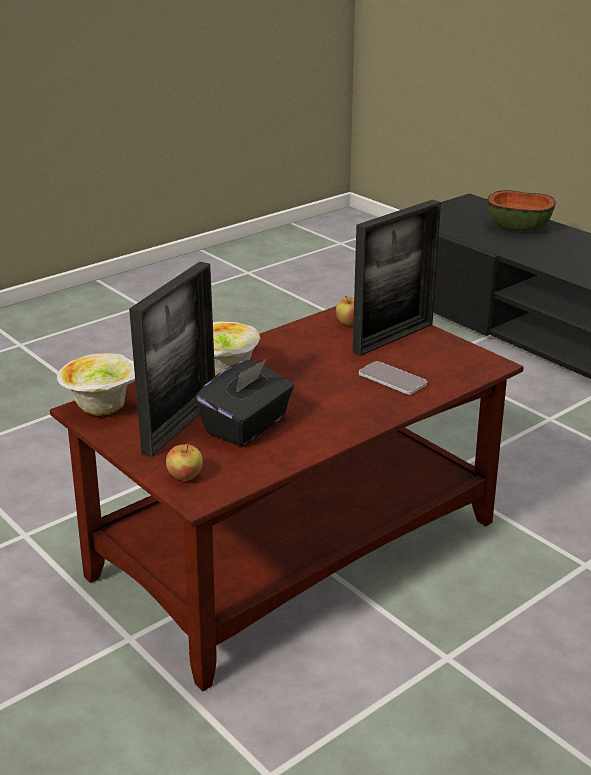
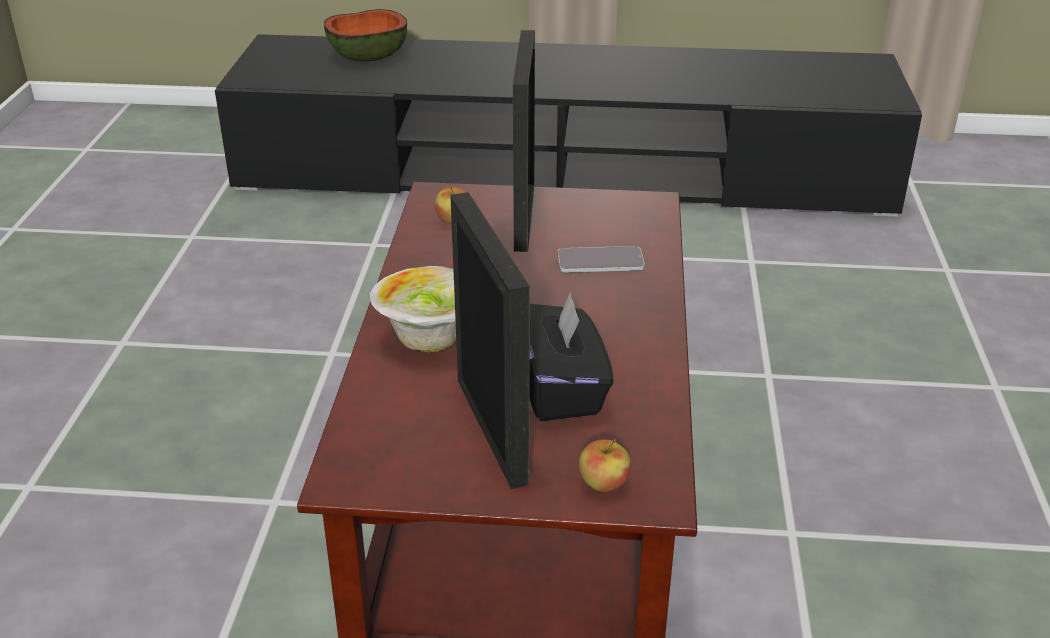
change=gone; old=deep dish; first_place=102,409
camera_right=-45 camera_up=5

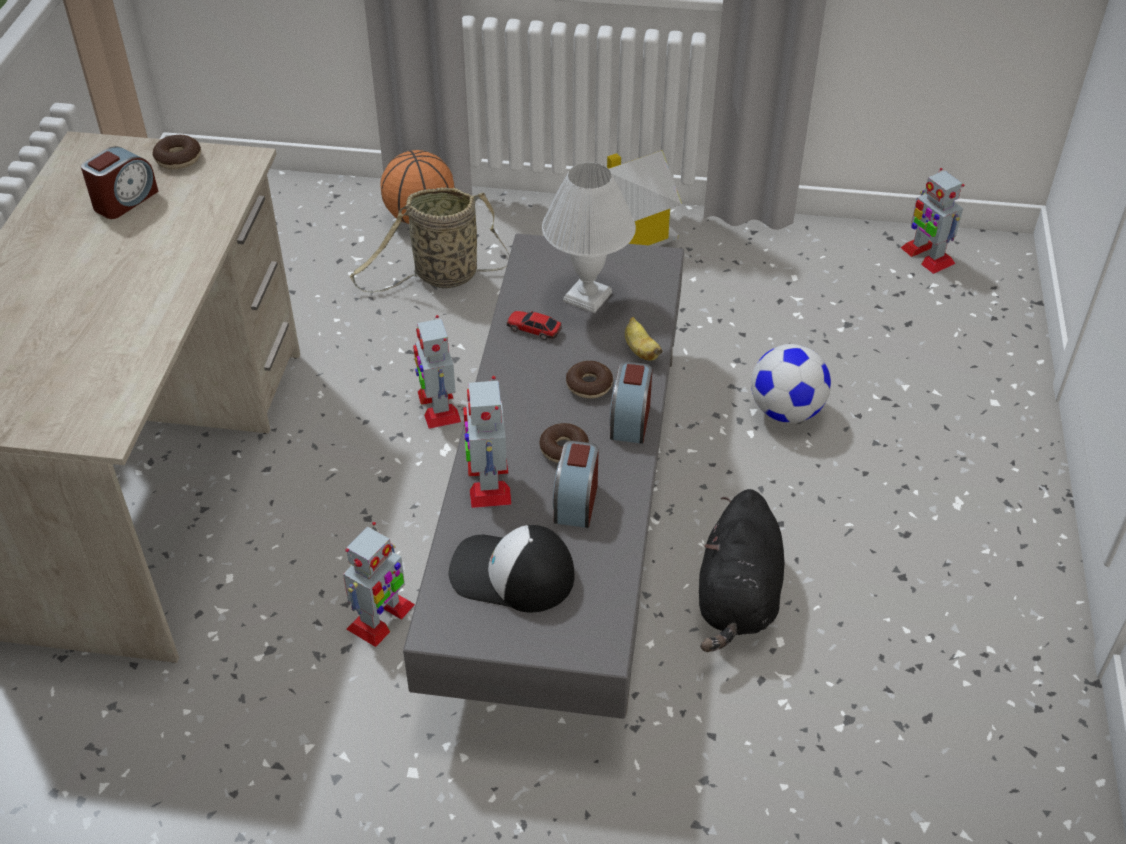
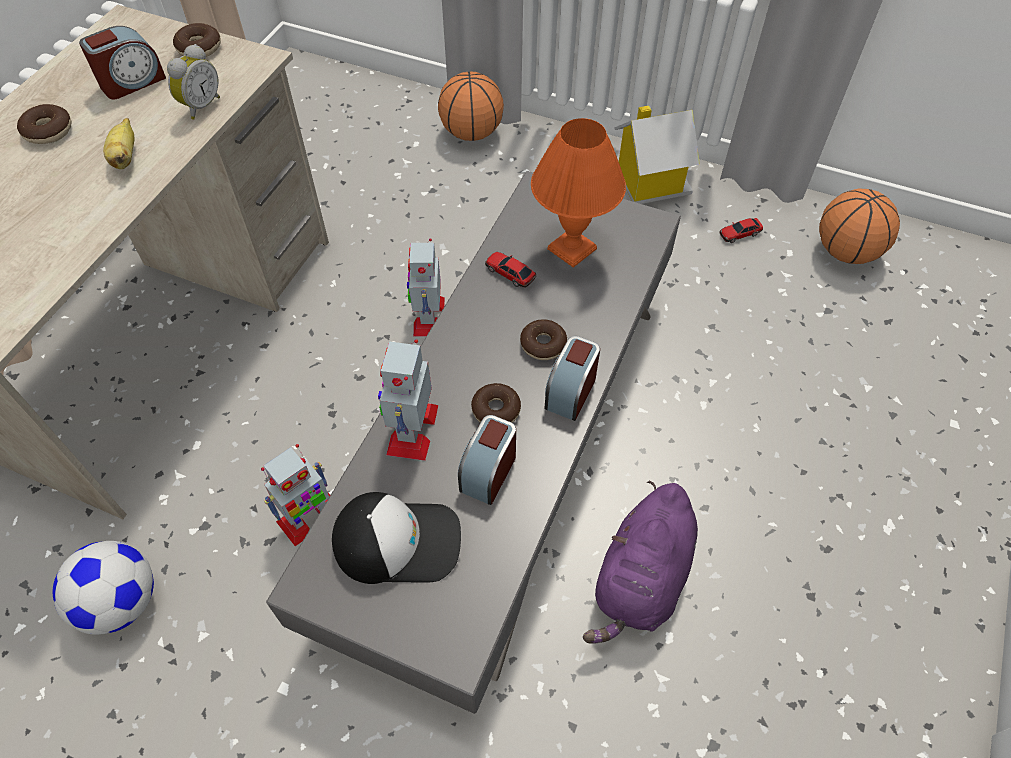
change=gone; old=storage basket; first_place=442,276
change=rotated; old=peaked cap; first_place=511,574; second_place=398,540; degrees=150
change=repainted; old=white lamp for a table; new=orangey lamp for a table; first_place=587,296; second_place=572,248
change=shifted; old=whole banana; first_place=640,350; second_place=125,157
change=repainted; old=black cuddly toy; new=purple-coloured cuddly toy; first_place=738,599; second_place=641,580
change=shifted; old=football; first_place=785,411; second_place=121,602
change=gone; old=model robot; first_place=926,255
change=new; new=doughnut; second_place=48,131
change=new; new=alarm clock; second_place=200,106
change=new; new=model car; second_place=740,233
change=new; new=basketball ball; second_place=846,252
camera_right=15 camera_up=10

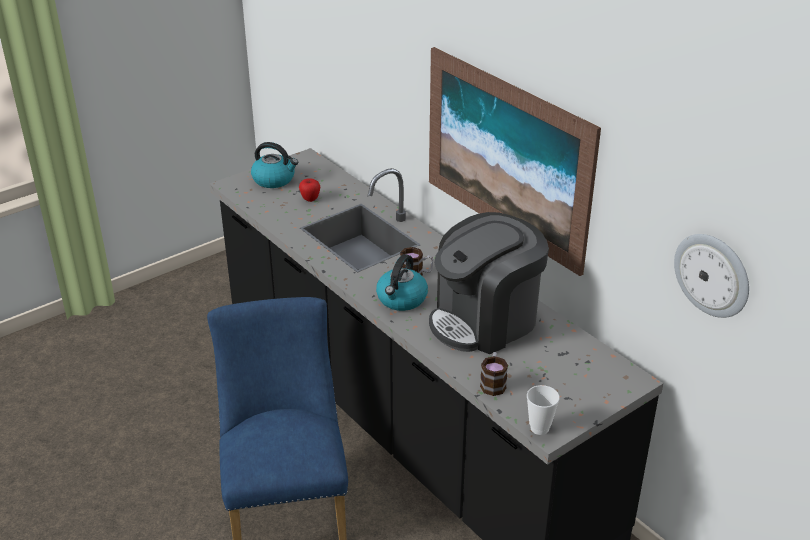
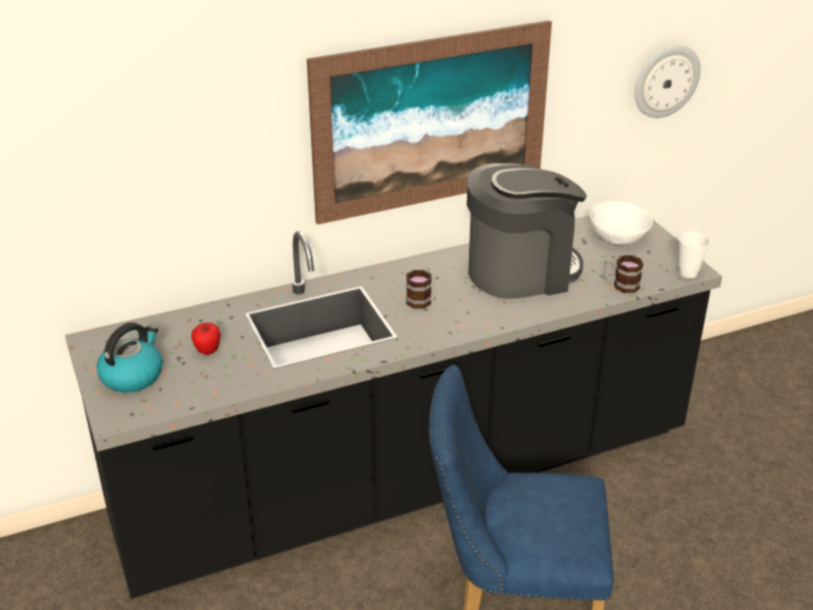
change=gone; old=kettle; first_place=401,299
change=rotated; old=coffee maker; first_place=485,321; second_place=521,271; degrees=-90
change=new; new=white deep dish; second_place=618,237
camera_right=-75 camera_up=0

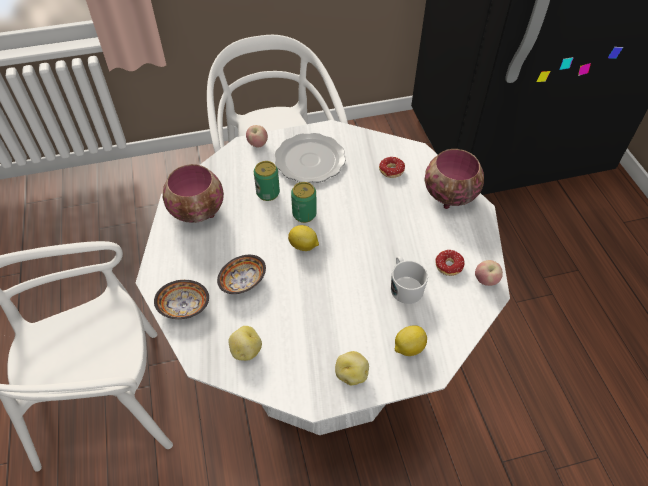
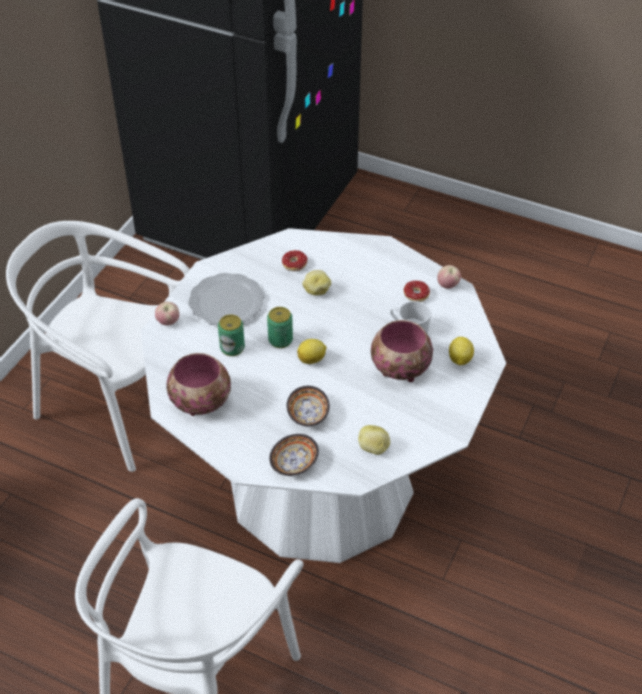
change=shifted; old=potato; first_place=351,374; second_place=316,291
change=shifted; old=deep dish; first_place=448,195; second_place=399,369
camera_right=-50 camera_up=-5

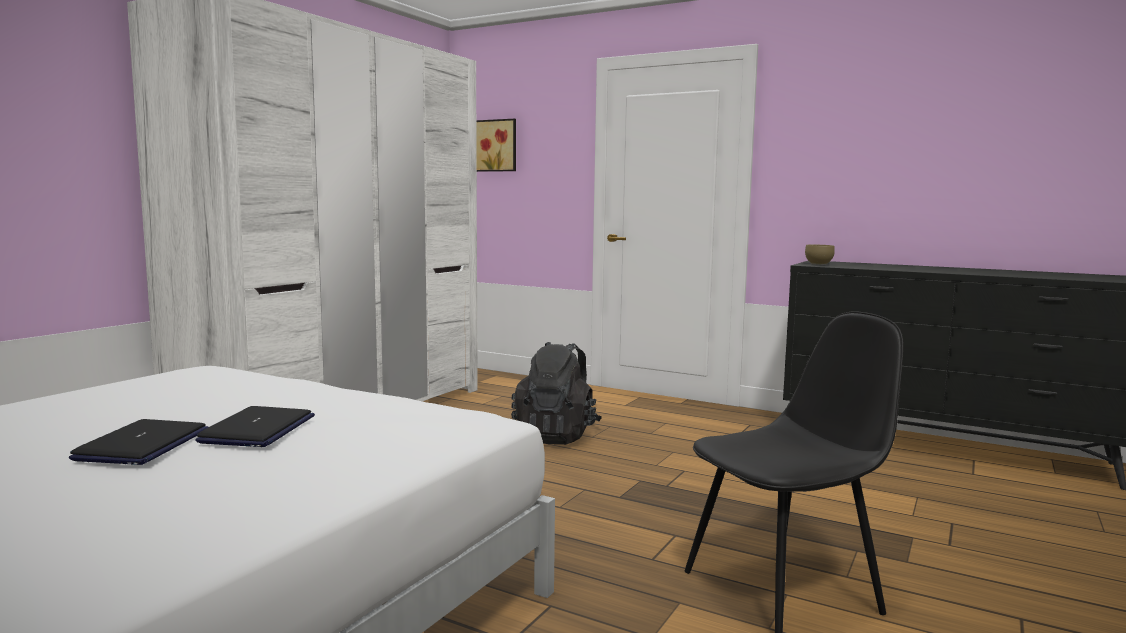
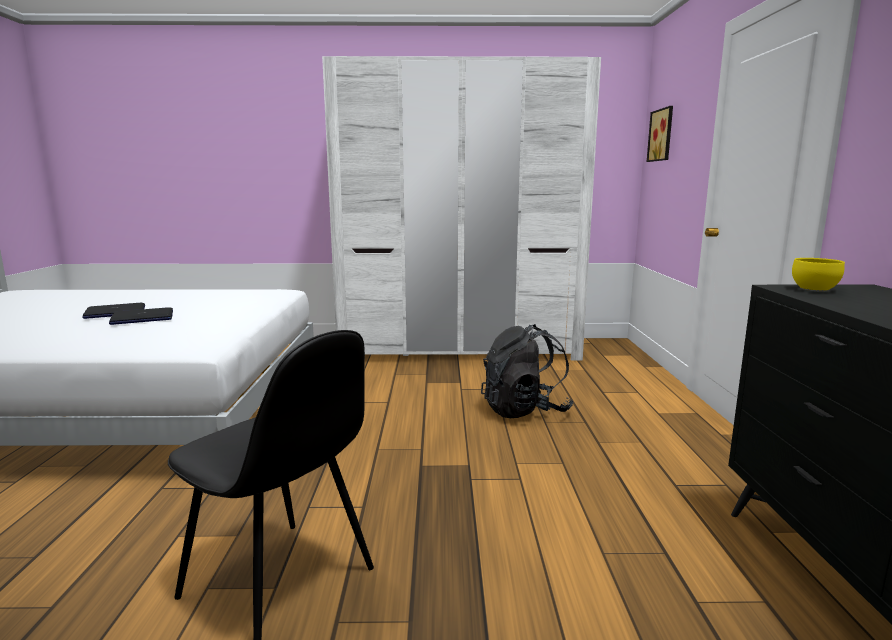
change=repainted; old=brownish deep dish; new=yellowish deep dish; first_place=819,264; second_place=815,290
camera_right=60 camera_up=5

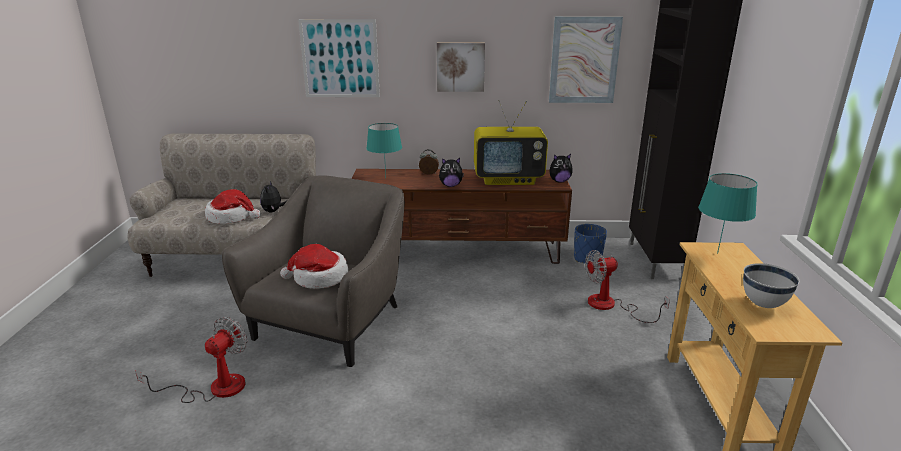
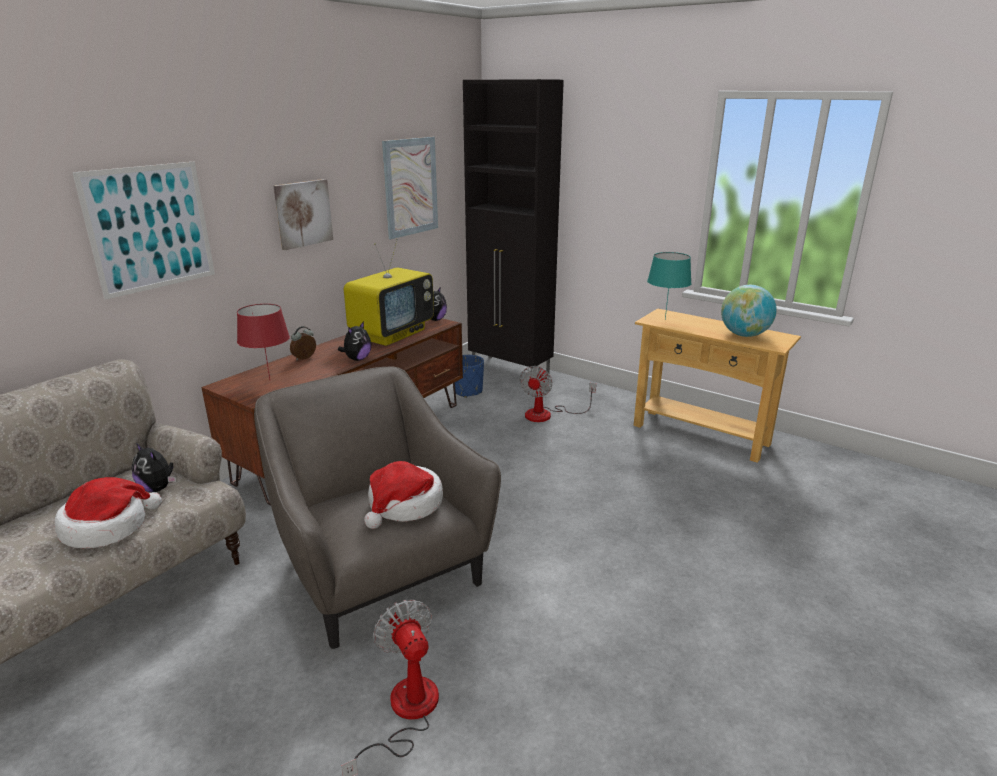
change=repainted; old=blue-green lamp for a table; new=reddish lamp for a table; first_place=385,178; second_place=270,381
change=swapped; old=white deep dish; new=globe; first_place=763,304; second_place=744,335
camera_right=-55 camera_up=0

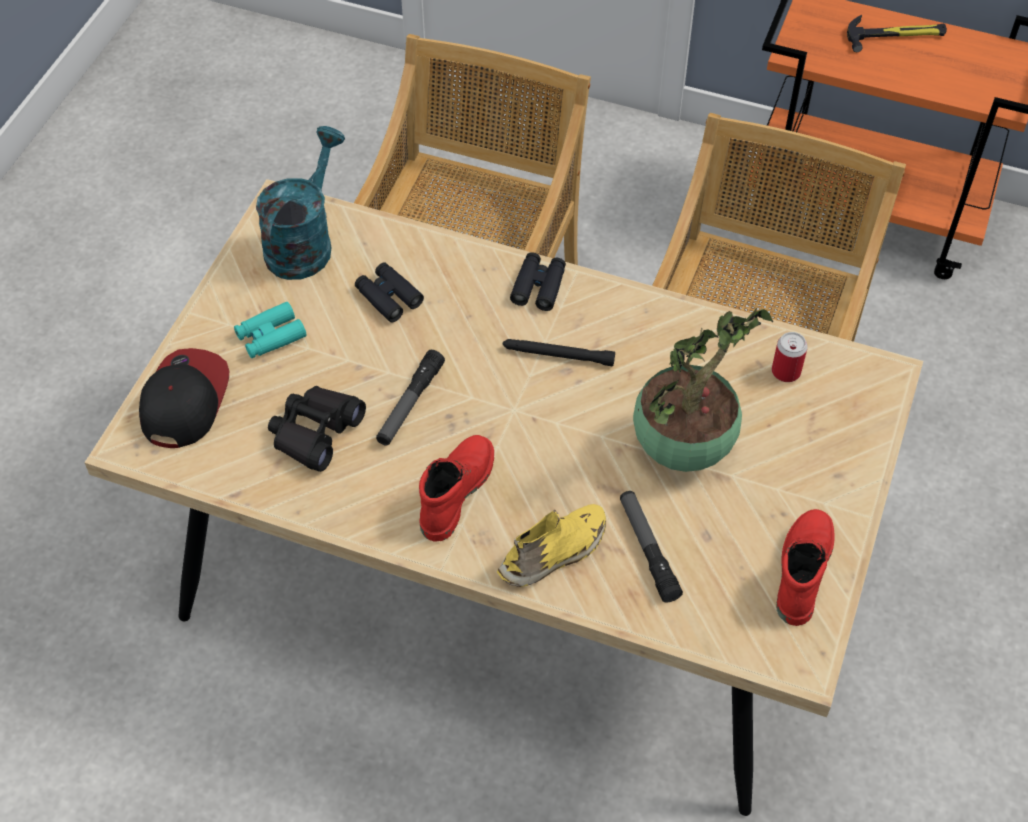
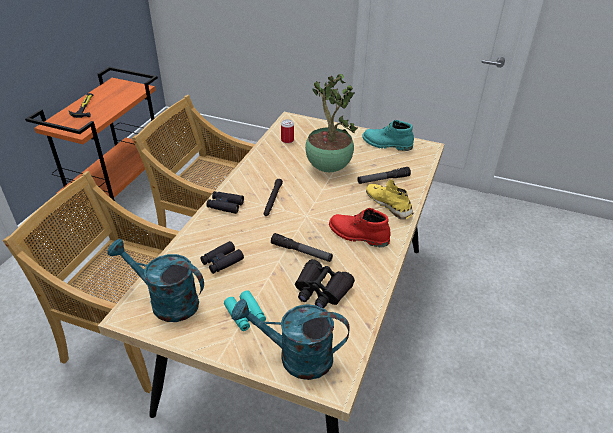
change=swapped; old=peaked cap; new=blue-green watering can; first_place=184,400; second_place=296,357
change=repainted; old=reddish high-top boot; new=blue-green high-top boot; first_place=800,570; second_place=386,144
camera_right=-90 camera_up=-15

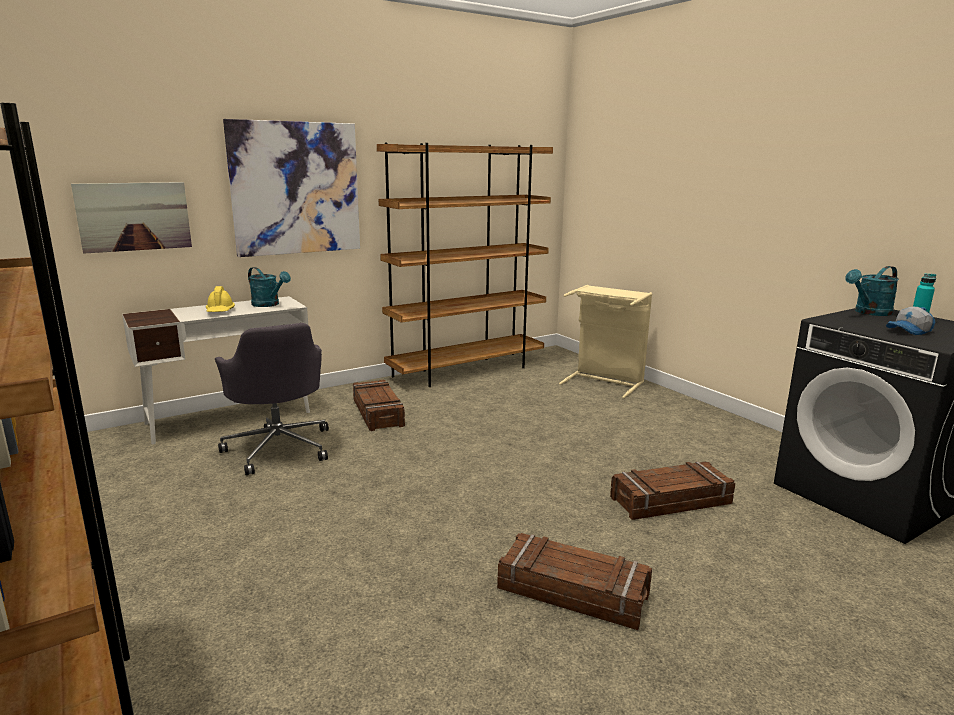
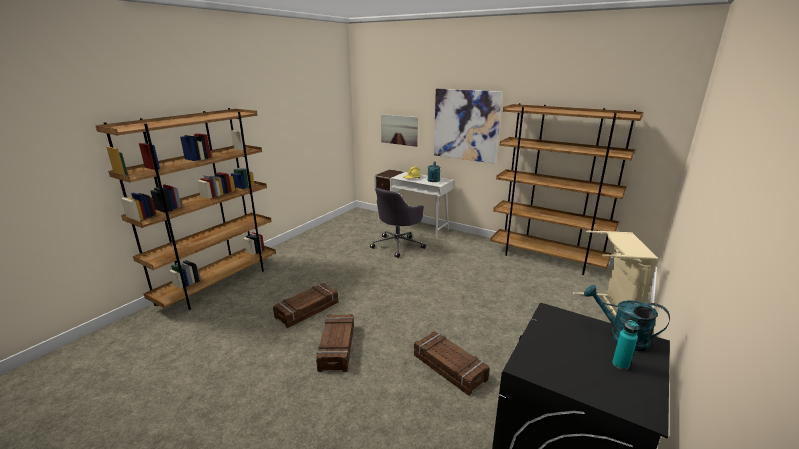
change=shifted; old=packing crate; first_place=378,412; second_place=307,310
change=gone; old=peaked cap; first_place=909,331
camera_right=65 camera_up=5

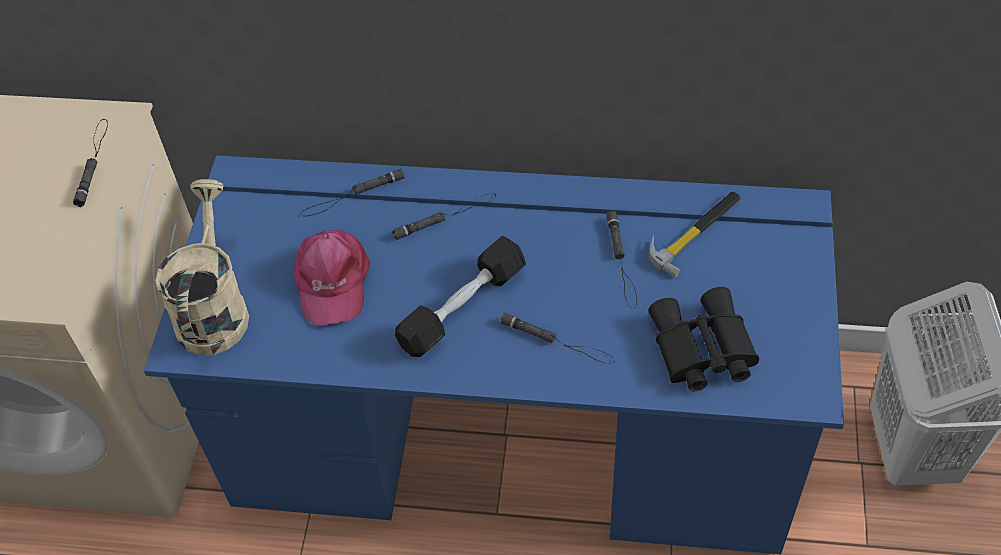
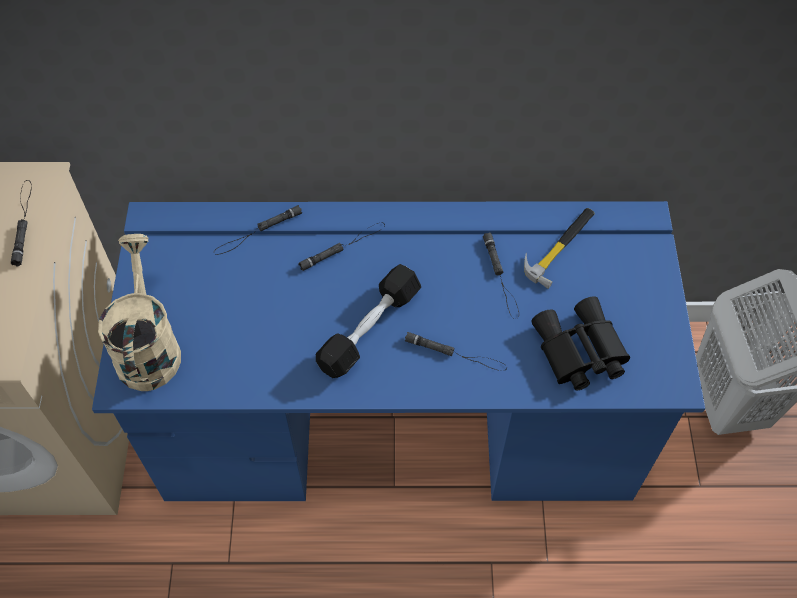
change=gone; old=pinkish peaked cap; first_place=332,281
camera_right=-10 camera_up=5

